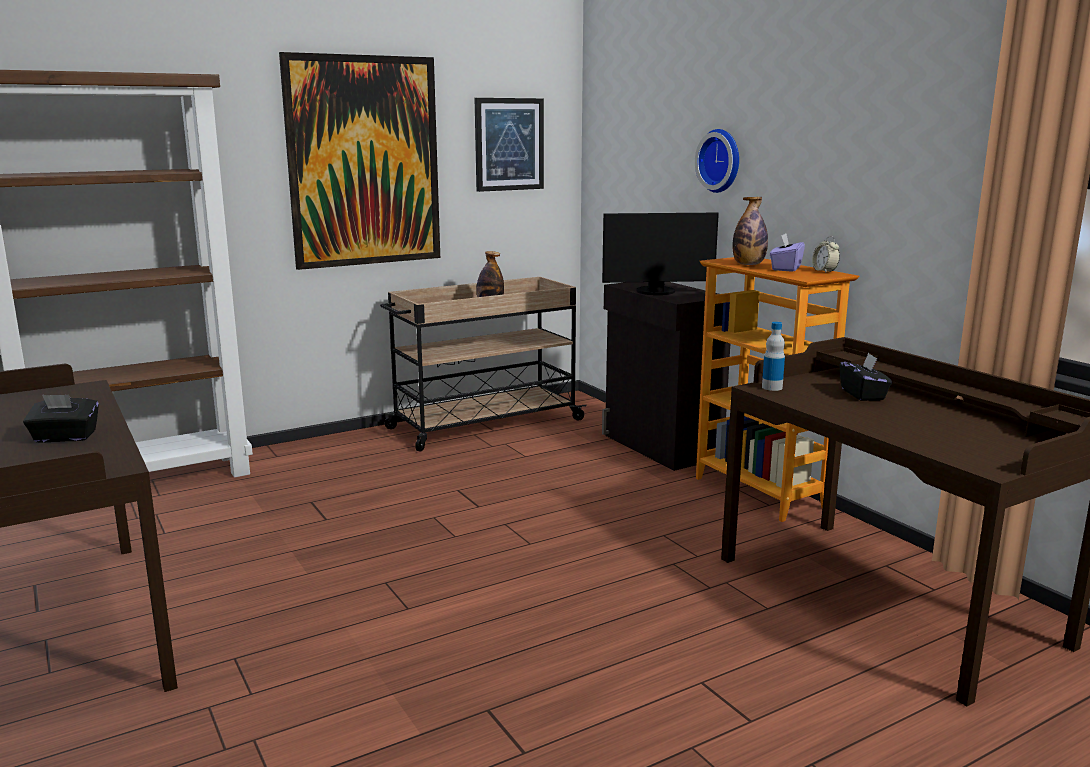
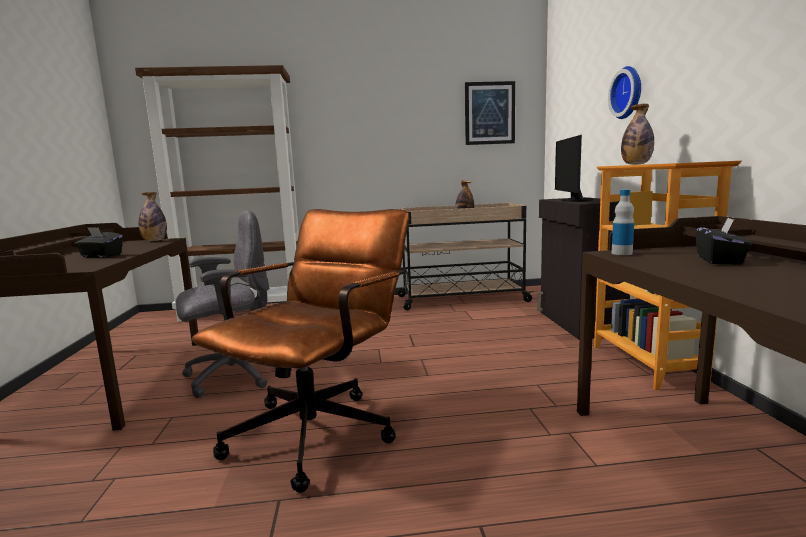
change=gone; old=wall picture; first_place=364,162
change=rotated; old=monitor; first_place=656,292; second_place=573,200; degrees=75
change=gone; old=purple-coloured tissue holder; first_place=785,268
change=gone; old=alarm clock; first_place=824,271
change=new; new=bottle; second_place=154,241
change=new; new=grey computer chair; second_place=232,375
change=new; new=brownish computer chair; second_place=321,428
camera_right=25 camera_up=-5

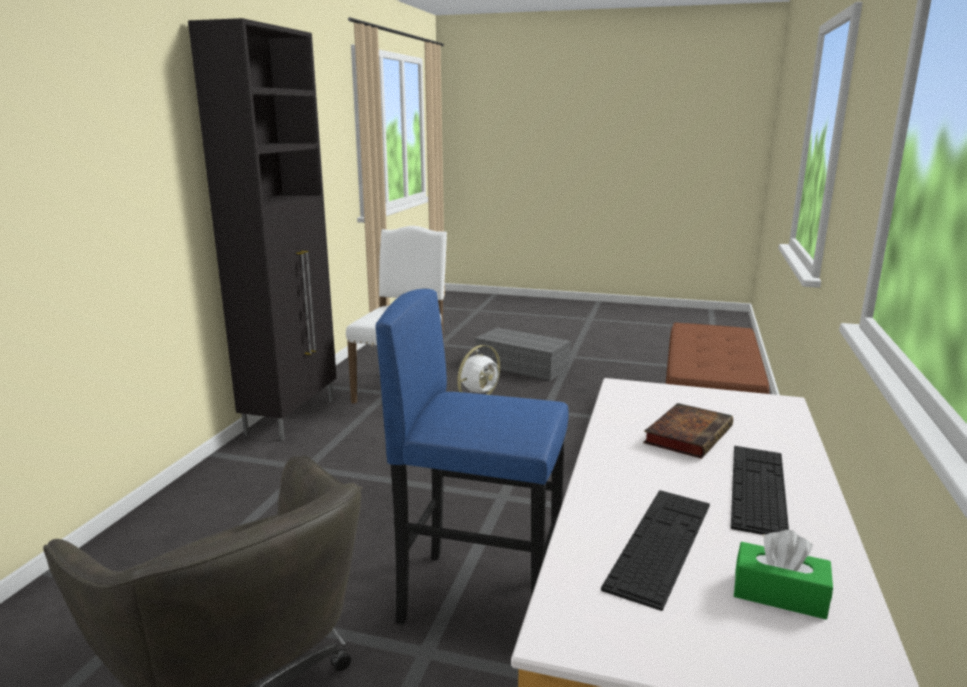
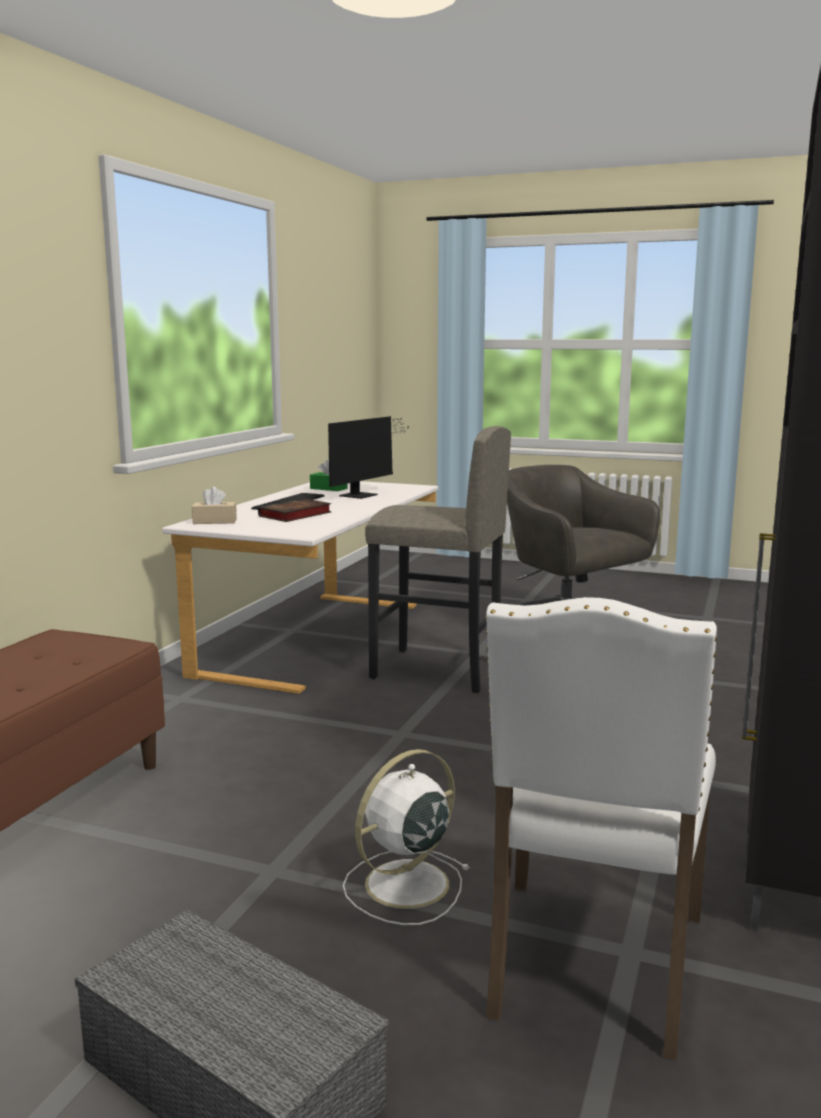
change=repainted; old=bluish stool seat; new=grey stool seat; first_place=481,597; second_place=437,671
change=swapped; old=keyboard; new=monitor; first_place=660,544; second_place=362,495
change=new; new=beige tissue holder; second_place=214,521
camera_right=-175 camera_up=-5

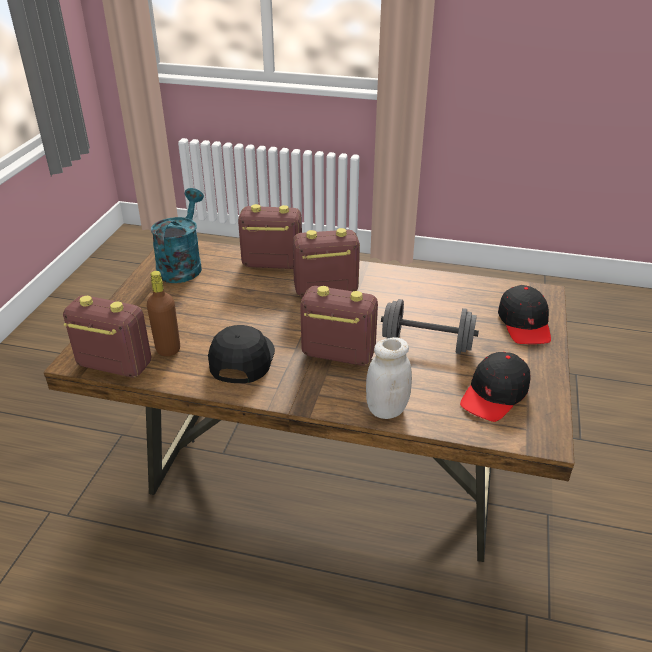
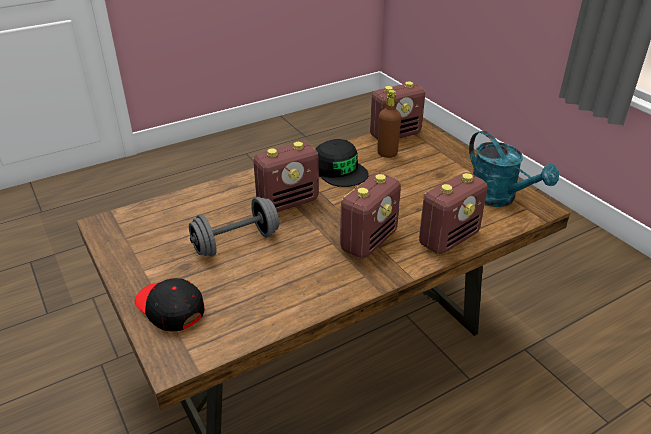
change=gone; old=white storage jar; first_place=386,409
change=gone; old=black peaked cap; first_place=494,394
camera_right=135 camera_up=0

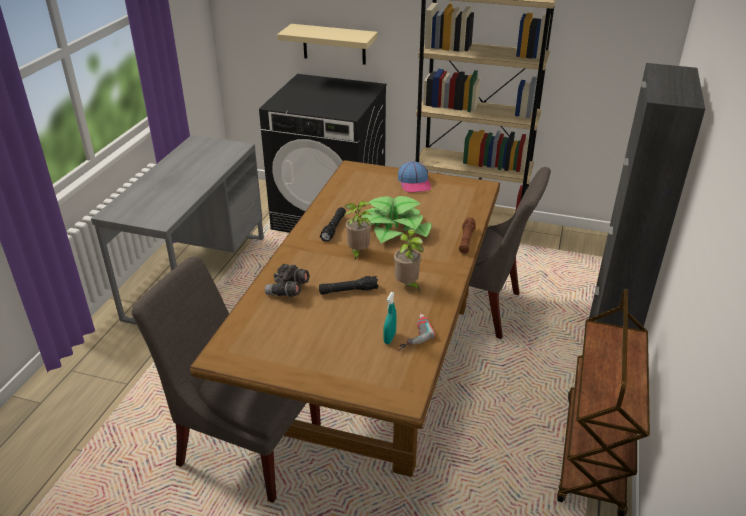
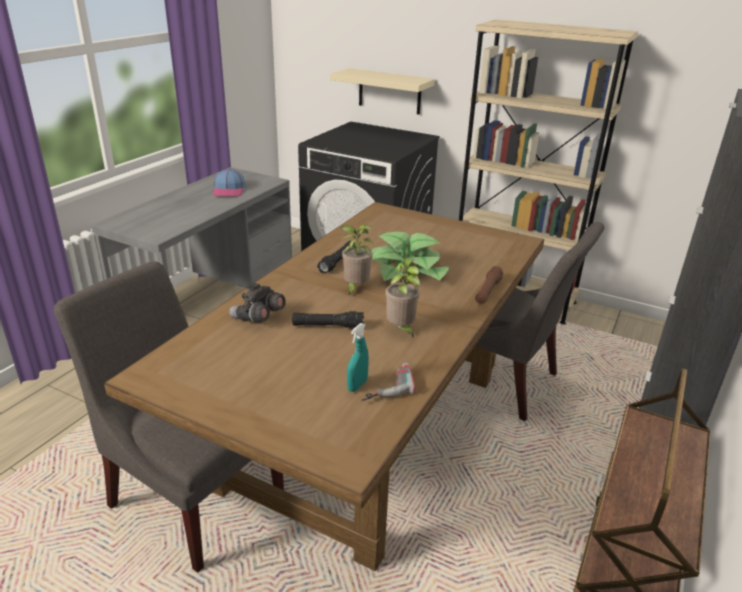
change=shifted; old=peaked cap; first_place=414,183; second_place=229,190
camera_right=10 camera_up=-5

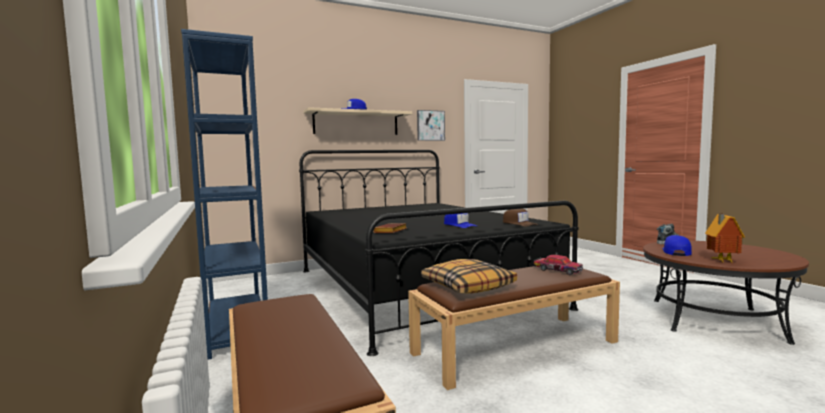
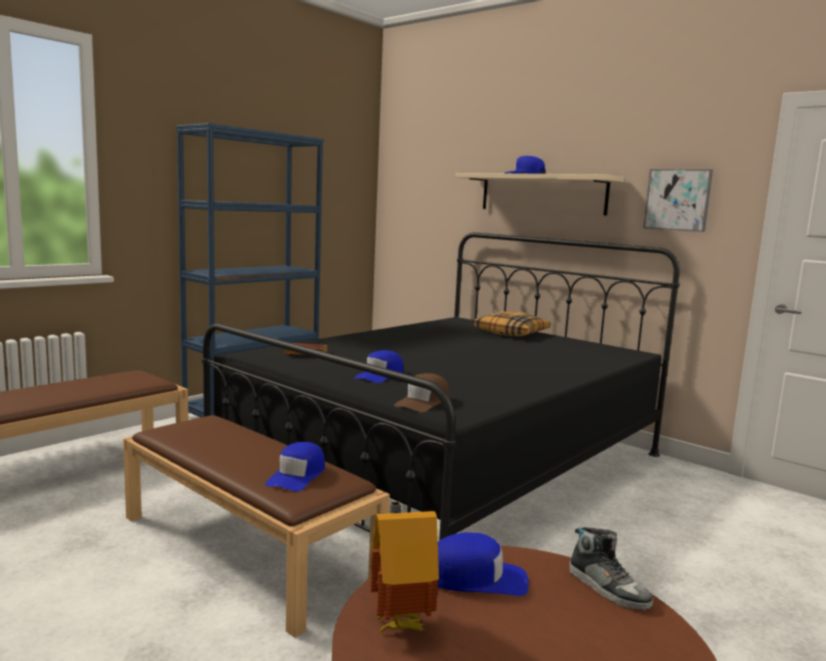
change=shifted; old=cushion; first_place=467,286; second_place=511,333
change=swapped; old=model car; new=bluish peaked cap; first_place=557,270; second_place=297,475
camera_right=65 camera_up=5

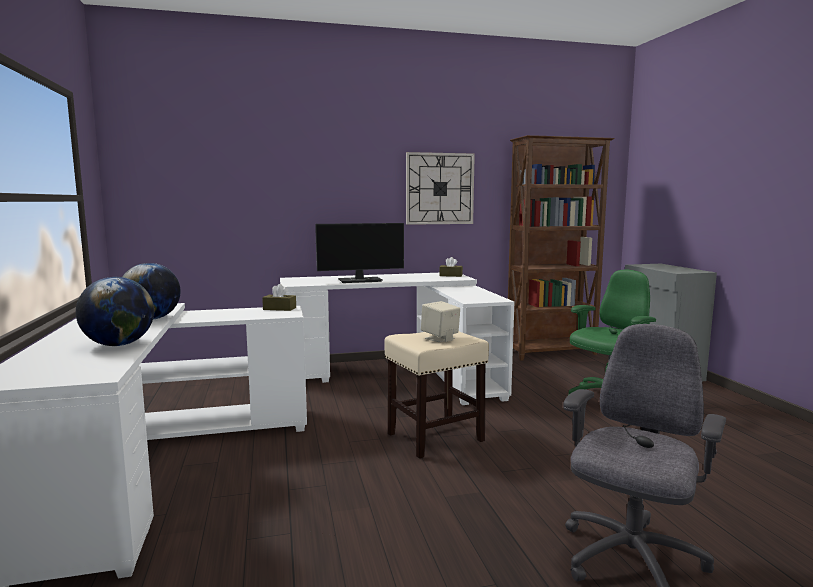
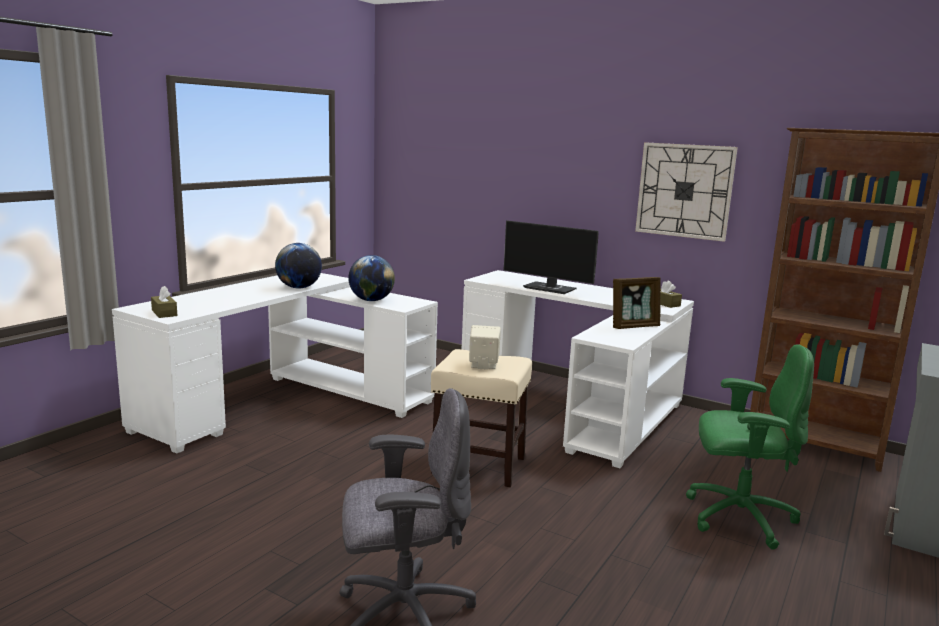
change=shifted; old=globe; first_place=119,345; second_place=371,300
change=shifted; old=brownish tissue holder; first_place=279,308; second_place=164,313
change=new; new=picture frame; second_place=634,326
camera_right=45 camera_up=5

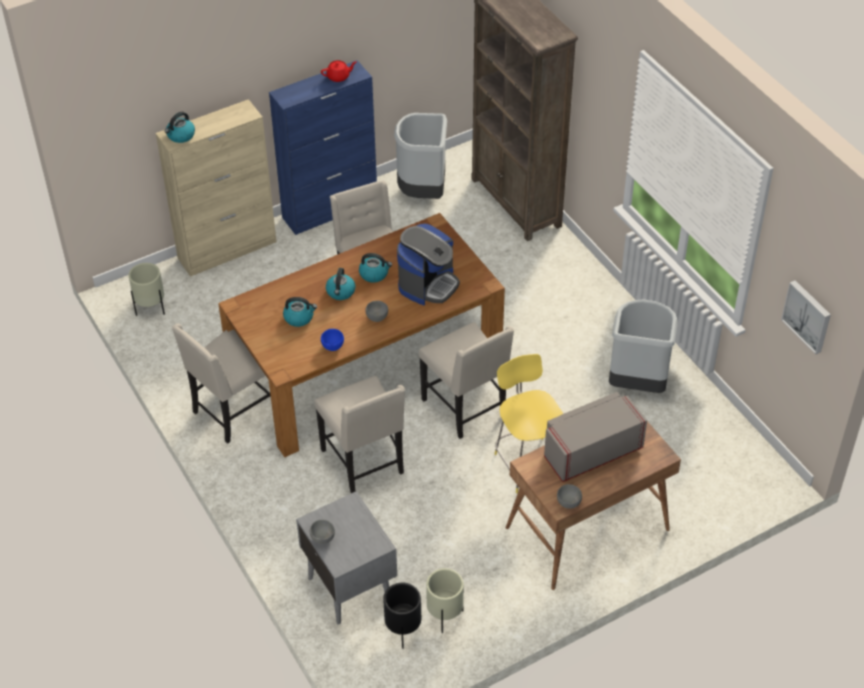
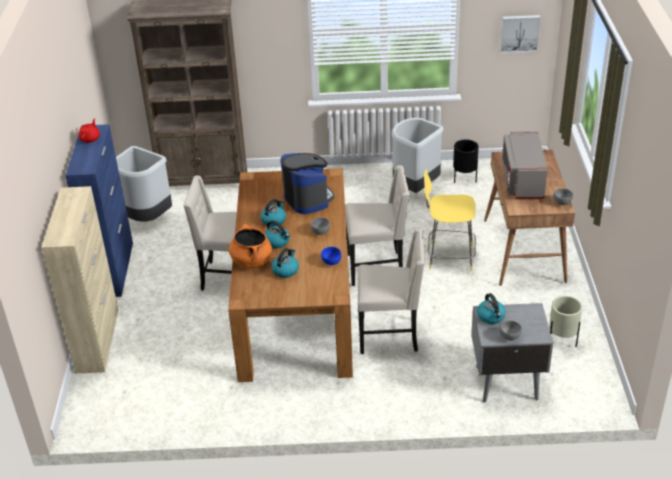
change=gone; old=beige plant pot; first_place=151,309
change=shifted; old=kettle; first_place=180,136; second_place=491,317
change=gone; old=beige plain chair; first_place=233,412
change=shifted; old=black plant pot; first_place=403,631; second_place=464,179
change=new; new=orangey cooking pot; second_place=251,261
camera_right=-60 camera_up=-10

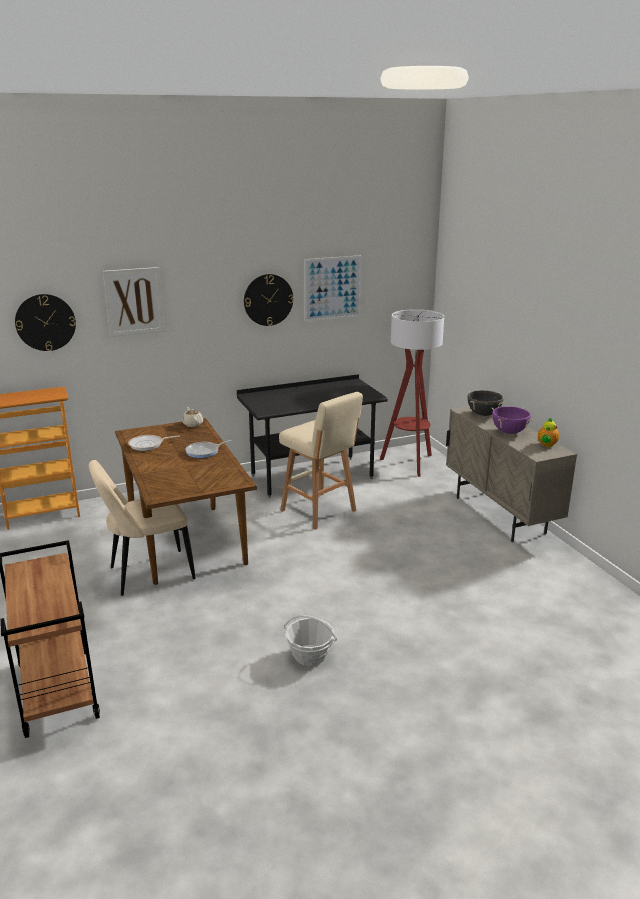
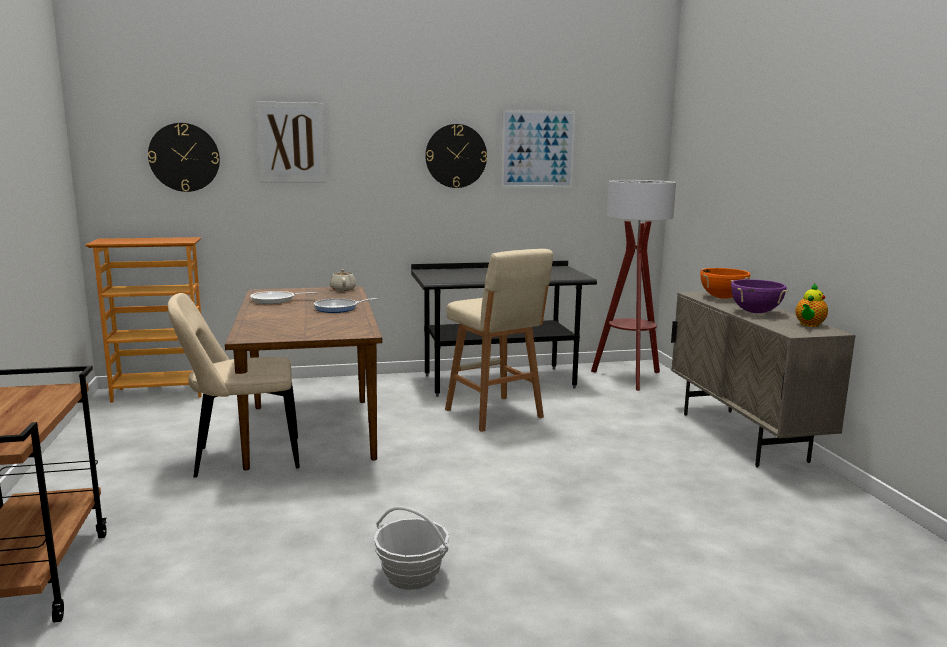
change=repainted; old=black cooking pot; new=orangey cooking pot; first_place=483,414; second_place=722,298
camera_right=10 camera_up=-10

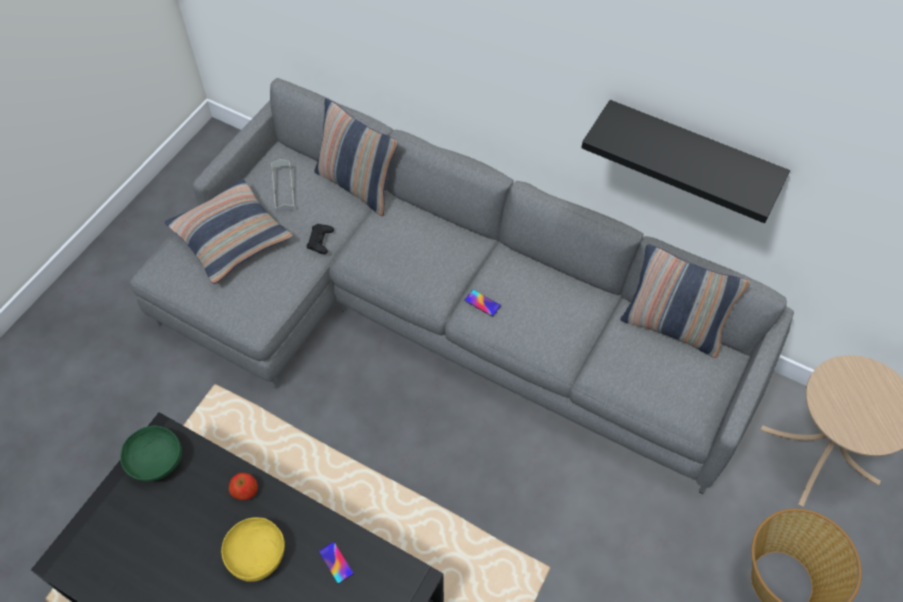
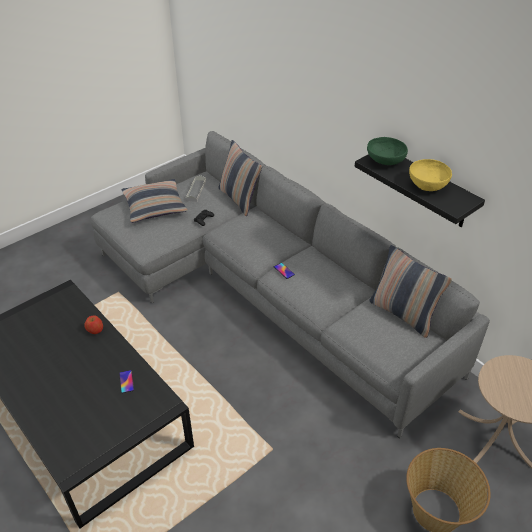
change=shifted; old=green-coloured deep dish; first_place=155,462; second_place=384,161
change=shifted; old=yellowish deep dish; first_place=256,555; second_place=427,185
camera_right=20 camera_up=-15

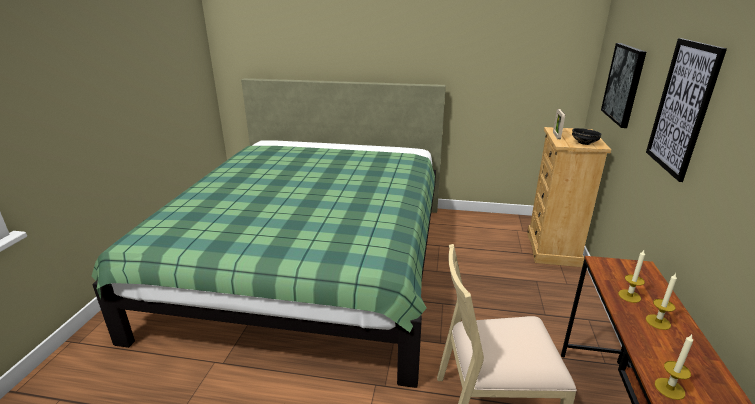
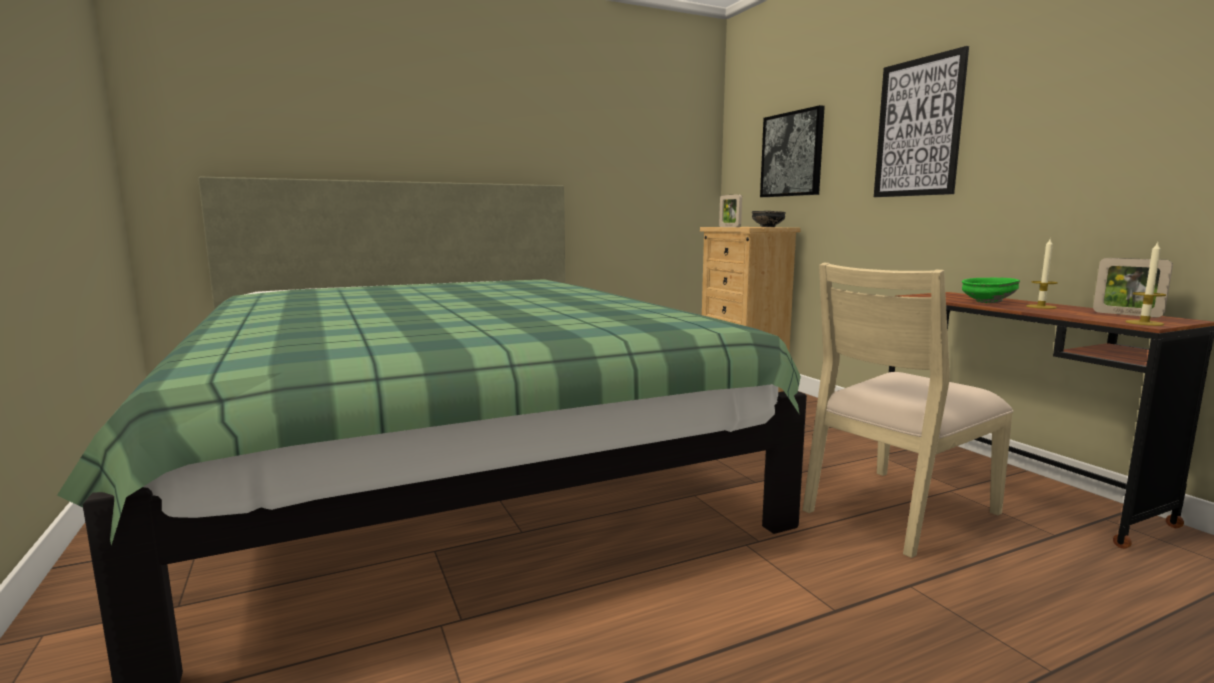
change=swapped; old=candle; new=green-coloured deep dish; first_place=629,296; second_place=986,302
change=new; new=picture frame; second_place=1127,314
camera_right=-35 camera_up=-15

